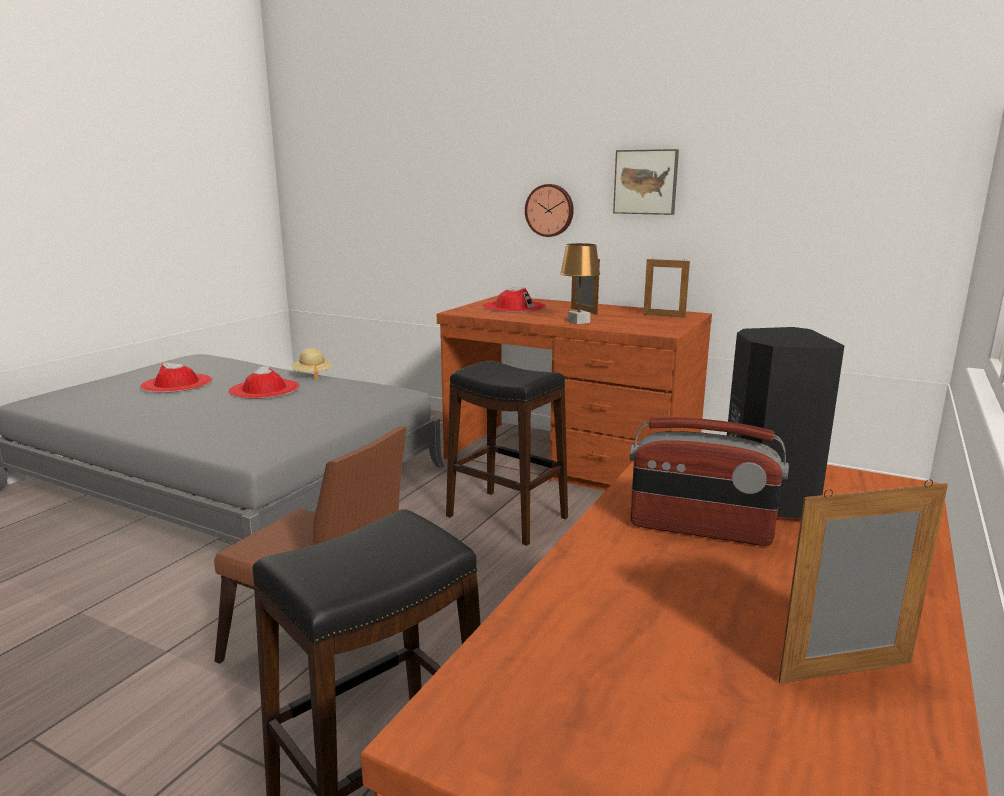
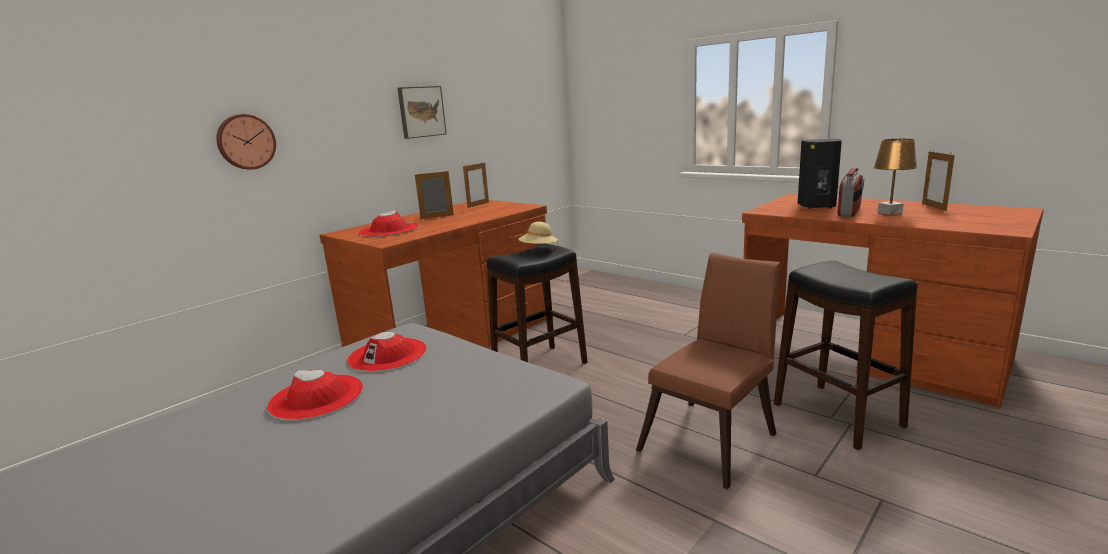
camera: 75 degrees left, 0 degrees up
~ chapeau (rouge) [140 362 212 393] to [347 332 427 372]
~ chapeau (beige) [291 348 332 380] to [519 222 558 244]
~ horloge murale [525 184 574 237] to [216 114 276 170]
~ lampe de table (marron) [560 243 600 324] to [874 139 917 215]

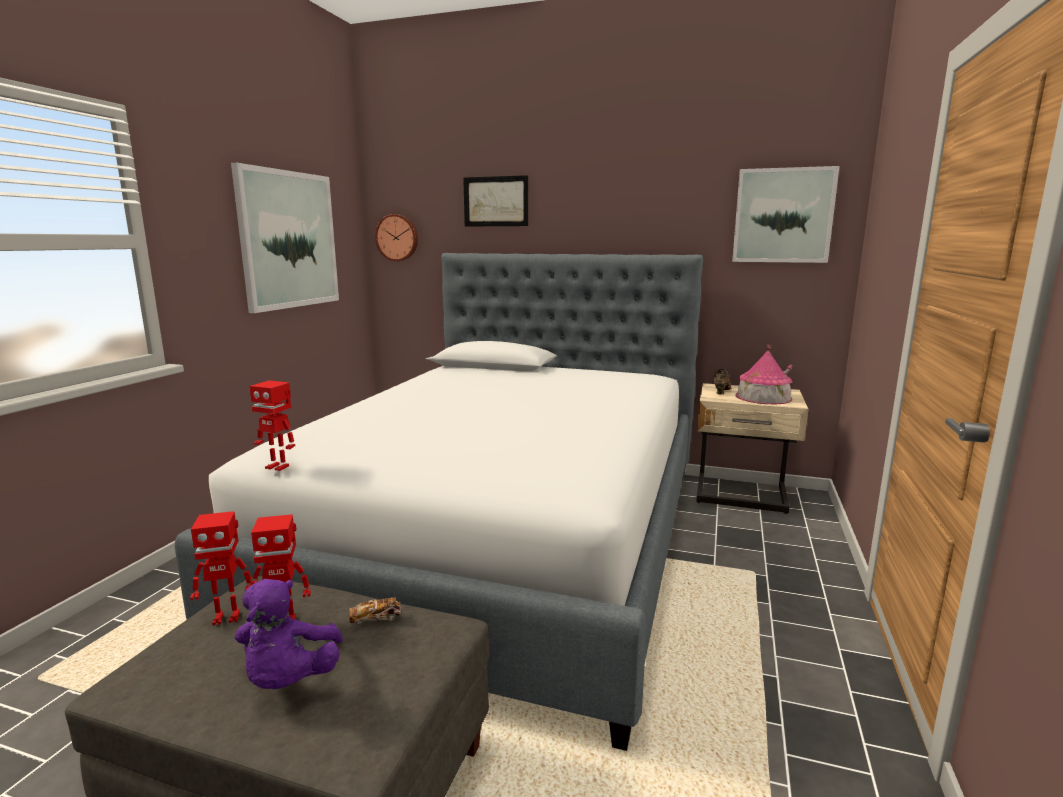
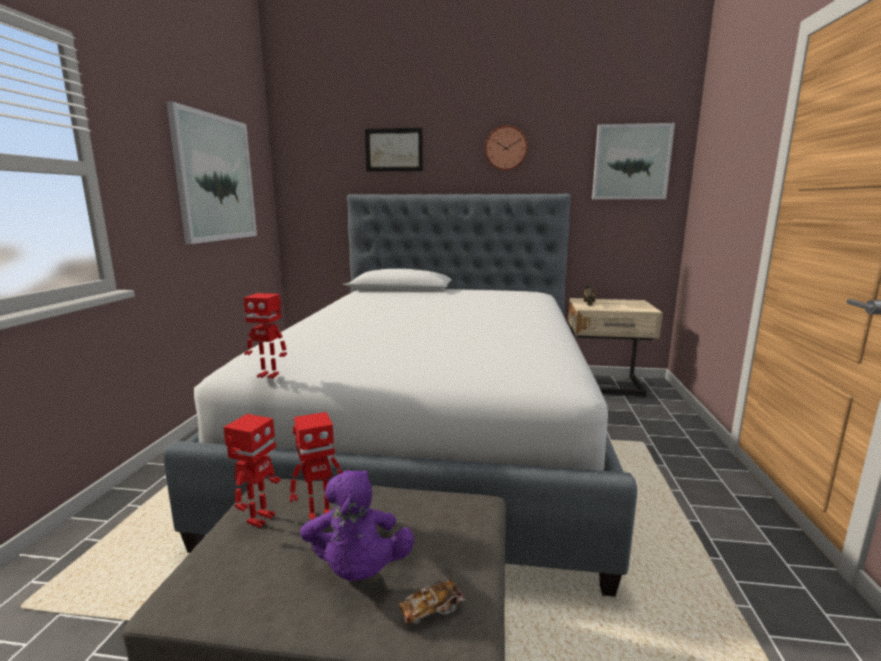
camera: 10 degrees left, 0 degrees up
~ robot jouet [190 511 252 625] = [223 414 281 528] 45 degrees counterclockwise
~ petite voiture [349 597 402 625] to [398 579 466 625]
~ horloge murale [375 214 418 261] to [485 125 528 171]
- maison miniature [735 345 792 404]

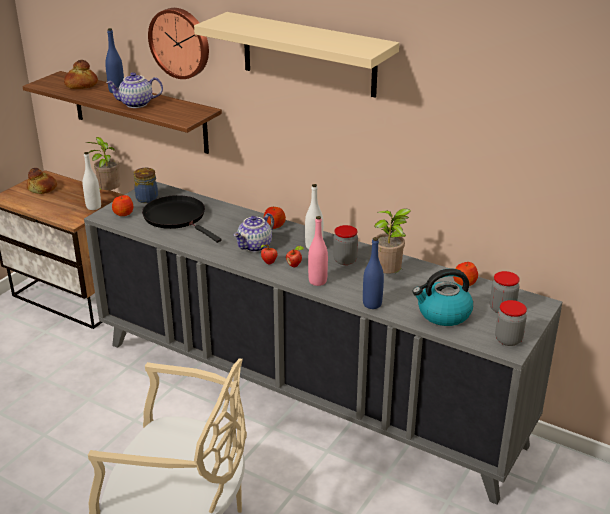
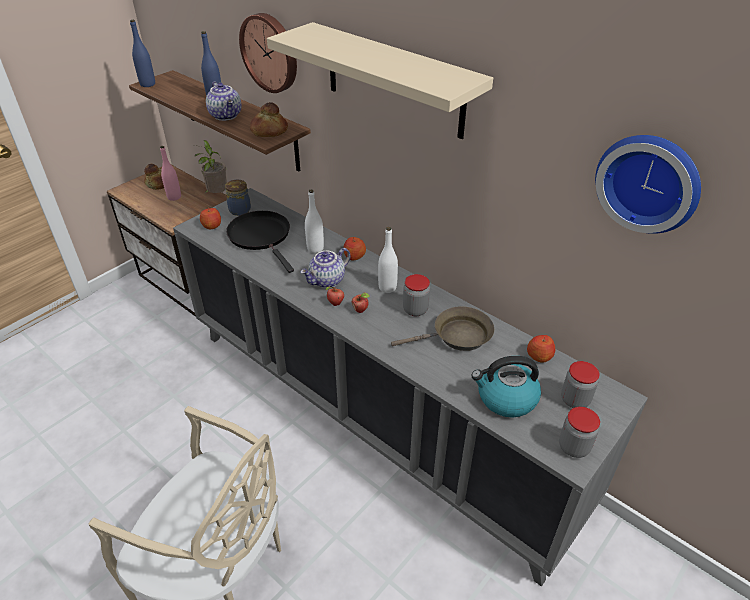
camera: 10 degrees right, 10 degrees up
~ pain [64 60 98 89] to [250 102 288 137]
~ bouteille (blanc) [83 152 101 210] to [305 190 324 253]
~ théière [106 72 163 108] = [206 82 241 121] 120 degrees counterclockwise
~ bouteille (rose) [308 216 328 286] to [160 146 181 201]
~ bouteille (bleu) [363 237 384 309] to [130 20 155 87]
~ plante en pot [374 209 411 274] to poêle (marron) [391 306 494 351]
+ horloge murale [595 135 701 234]

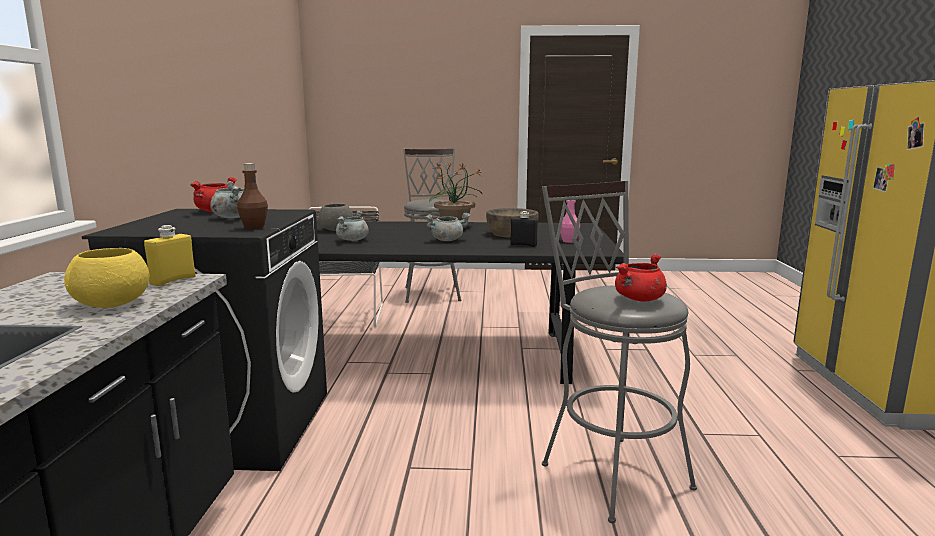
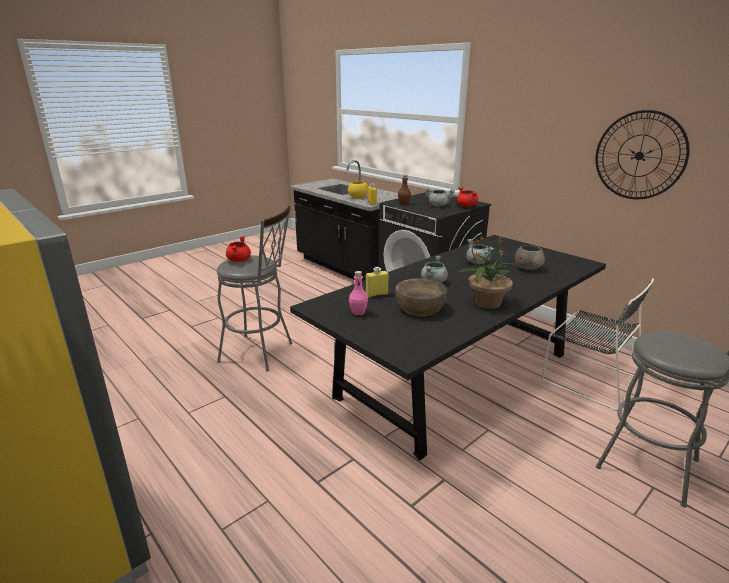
camera: 135 degrees right, 10 degrees up
~ bouteille (noir) [510 211 538 247] to bouteille (jaune) [366 267 389 297]
+ horloge murale [595 110 690 199]

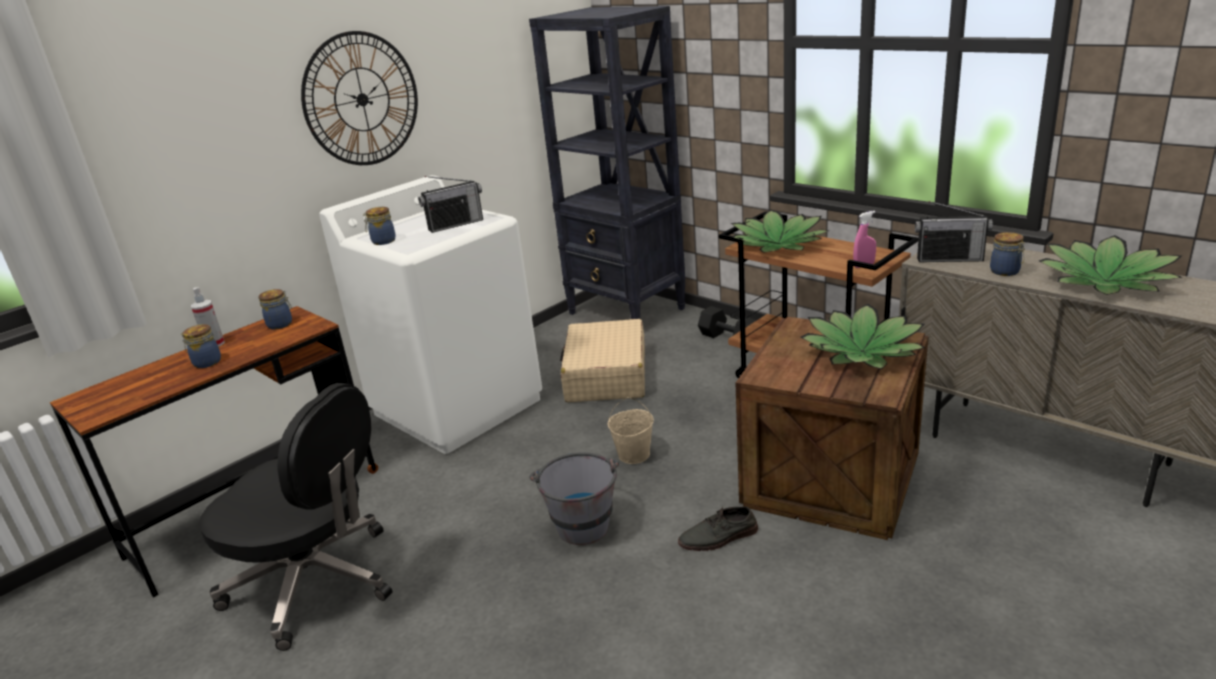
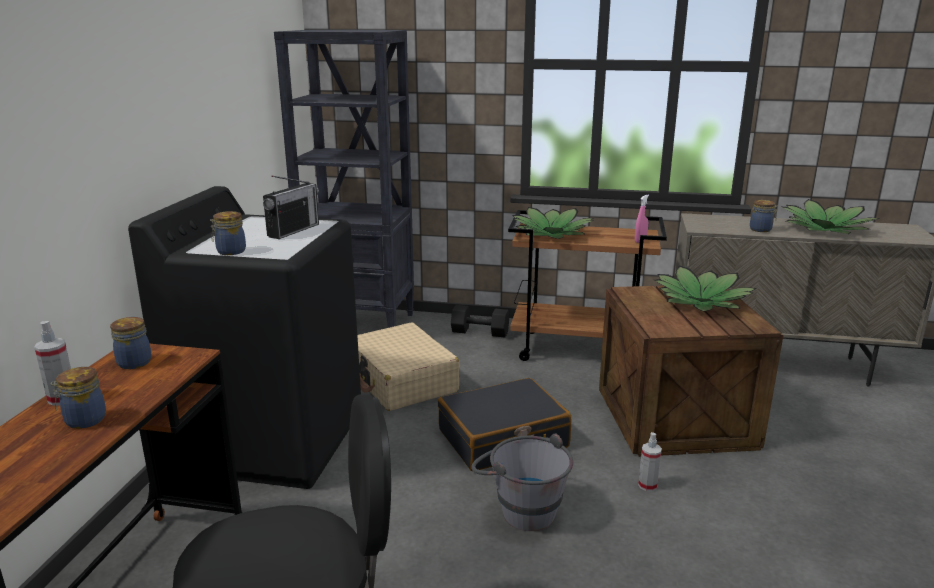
camera: 35 degrees left, 5 degrees down
- horloge murale [301 31 418 165]
~ lave-linge (blanc) [319 175 542 454] to lave-linge (noir) [128 186 361 489]
~ seau (beige) [608 397 654 464] to valise (noir) [438 378 571 471]
~ chaussure (gris) [678 506 758 551] to vaporisateur [638 432 662 491]
- radio [915 201 993 262]

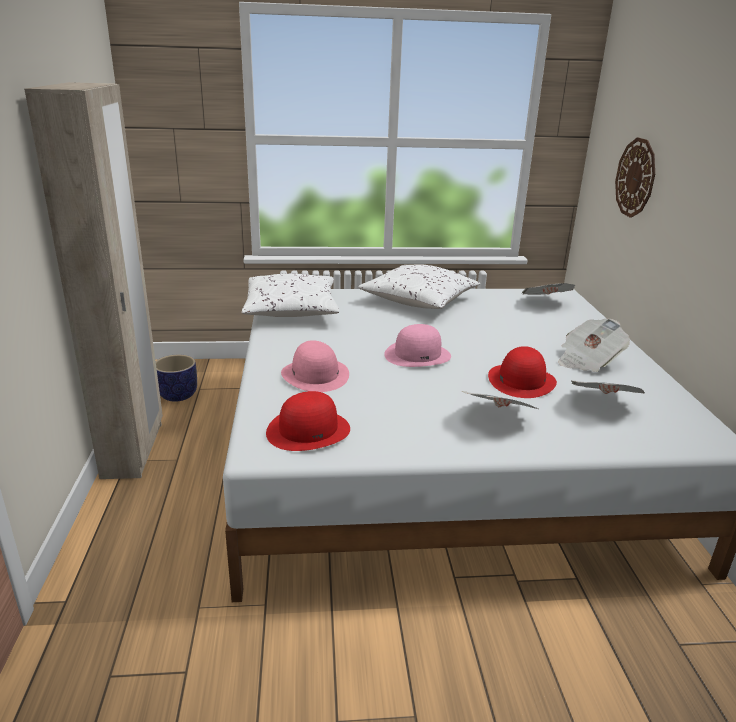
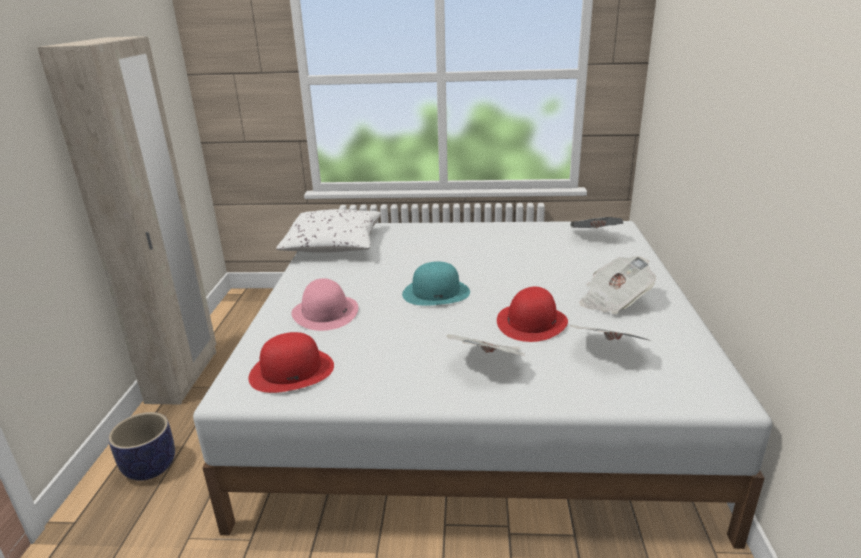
camera: 10 degrees right, 0 degrees up
~ cache-pot [156 355 197 402] to [108 412 175 481]
- coussin (blanc) [358 264 480 309]
~ chapeau (rose) [384 324 451 367] to chapeau (turquoise) [402 262 470 306]
- horloge murale [615 137 655 218]

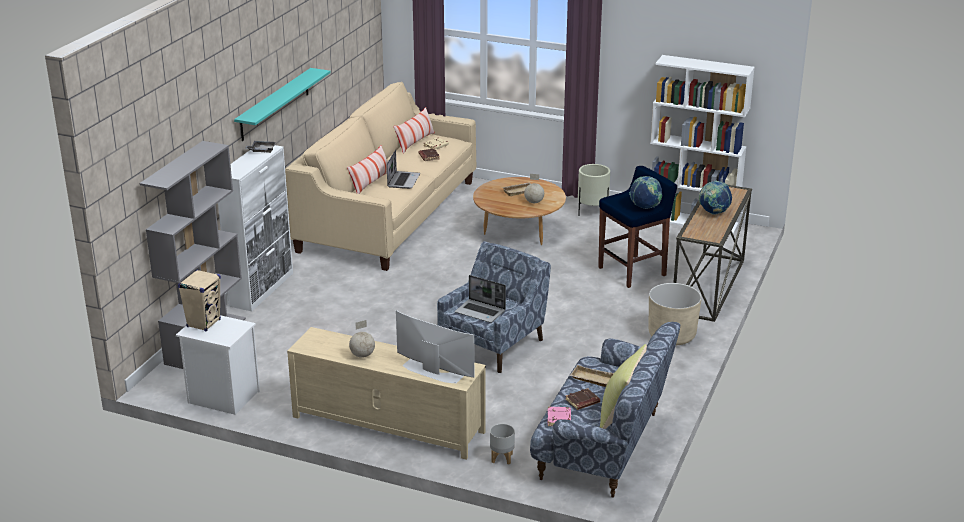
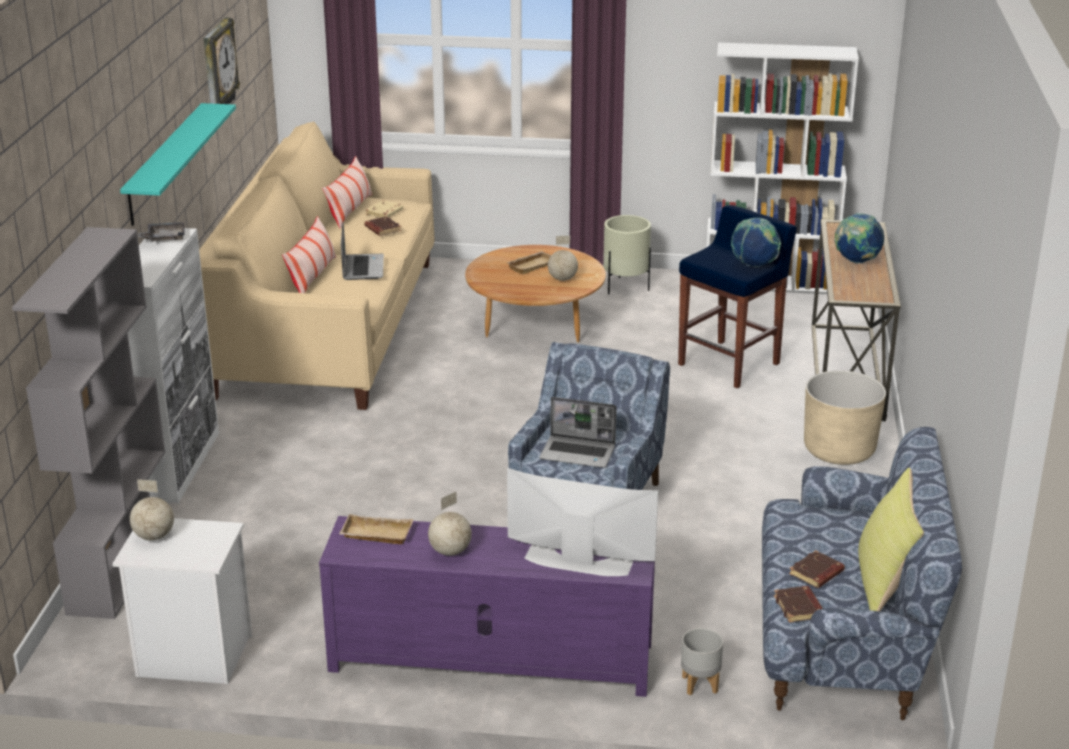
camera: 15 degrees left, 0 degrees up
~ enceinte (beige) [178 269 221 331] to globe [130 479 174 540]
~ meuble télé (beige) [287 327 486 460] to meuble télé (violet) [319 516 655 697]
~ livre (rose) [547 407 571 426] to livre (marron) [774 586 823 623]
~ plateau (beige) [569 365 614 387] to [339 514 413 544]
+ horloge murale [203 17 240 104]

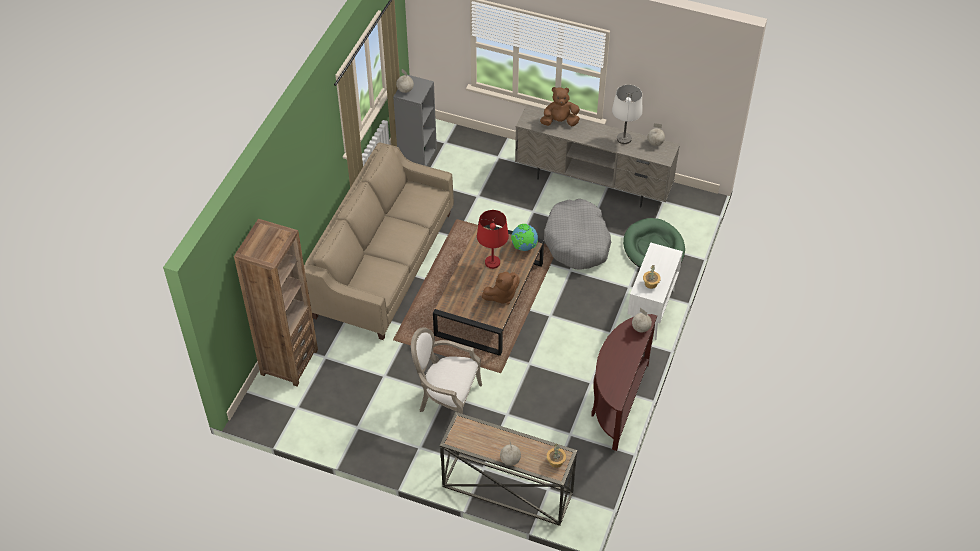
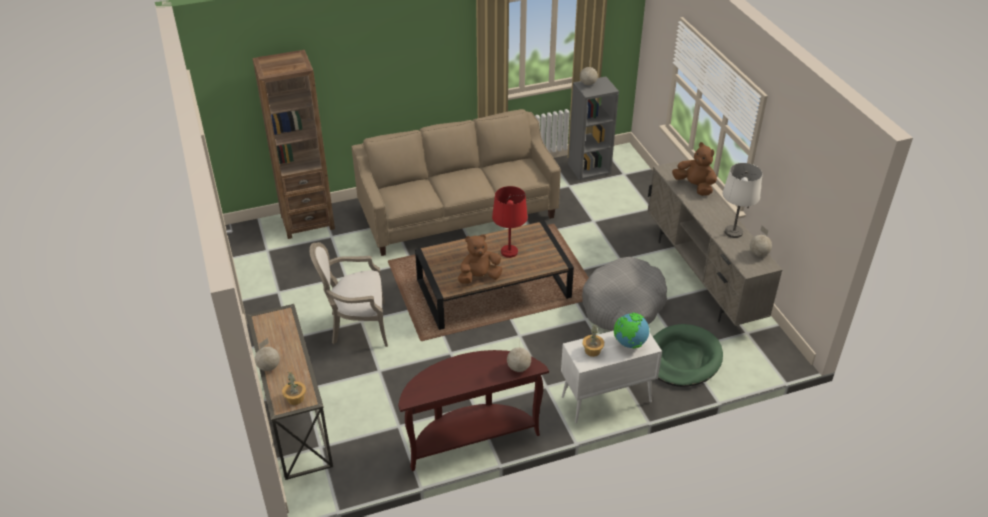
camera: 50 degrees right, 10 degrees down
~ fauteuil [411 327 482 414] = [309 242 388 347] 75 degrees counterclockwise
~ peluche (marron) [482 272 520 305] = [458 234 502 284] 135 degrees clockwise
~ globe [511 224 538 251] to [614 313 649 348]

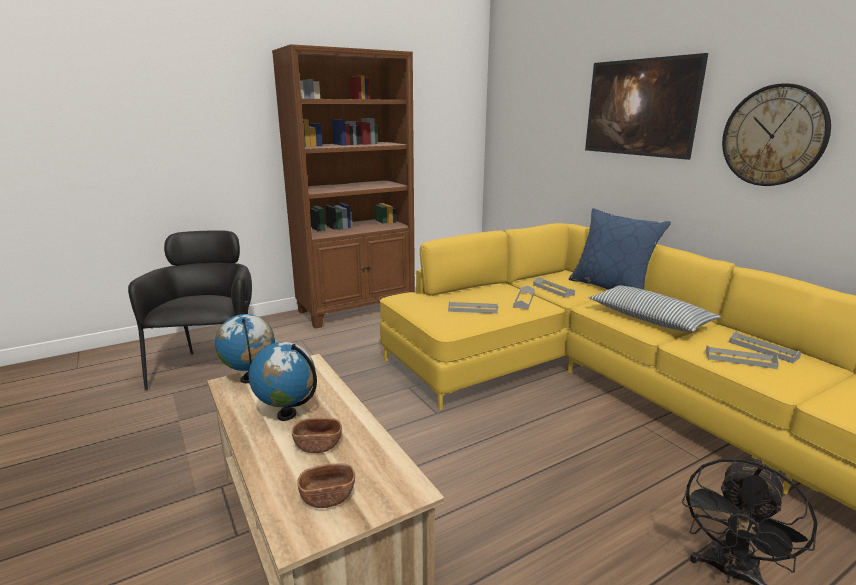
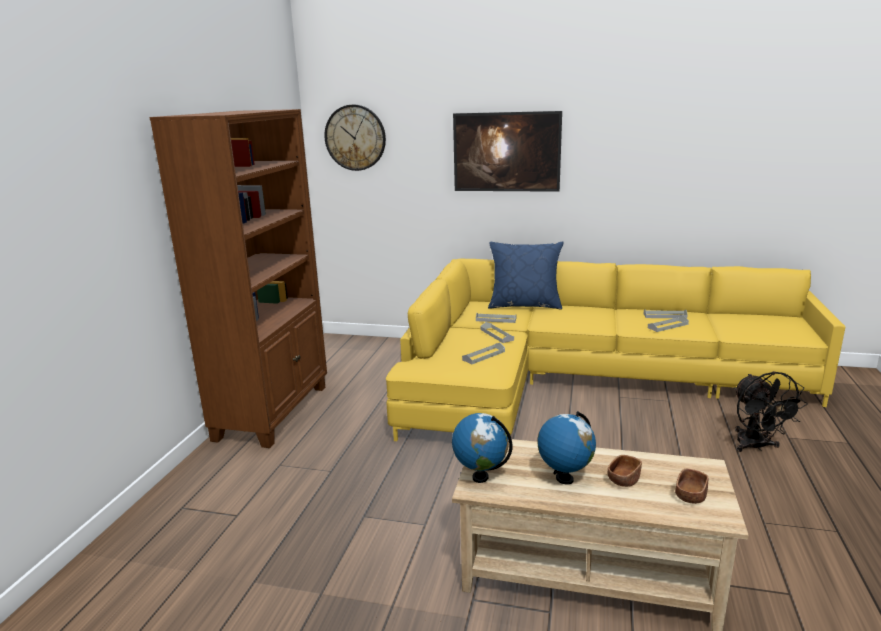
camera: 45 degrees left, 0 degrees up
- fauteuil (noir) [128 230 252 391]
- coussin [588 285 721 332]
~ horloge murale [722 83 831 186] to [324 105 386 171]

